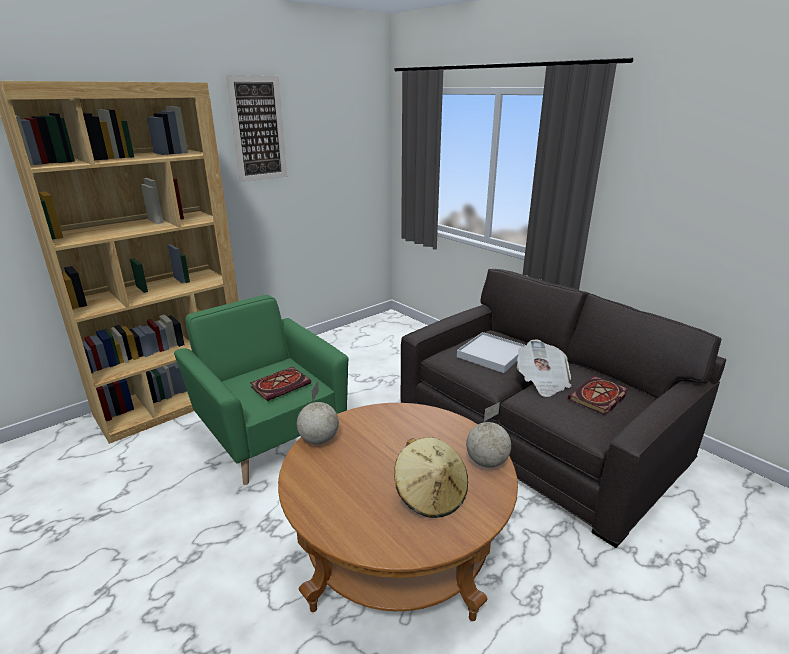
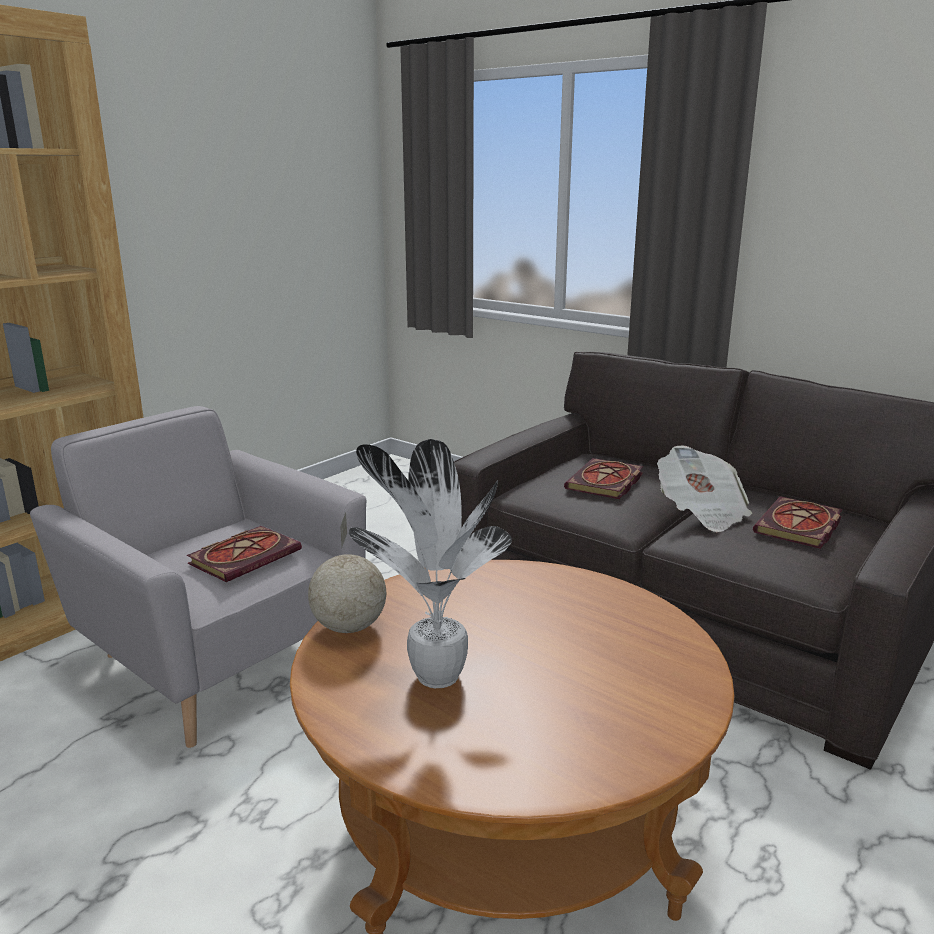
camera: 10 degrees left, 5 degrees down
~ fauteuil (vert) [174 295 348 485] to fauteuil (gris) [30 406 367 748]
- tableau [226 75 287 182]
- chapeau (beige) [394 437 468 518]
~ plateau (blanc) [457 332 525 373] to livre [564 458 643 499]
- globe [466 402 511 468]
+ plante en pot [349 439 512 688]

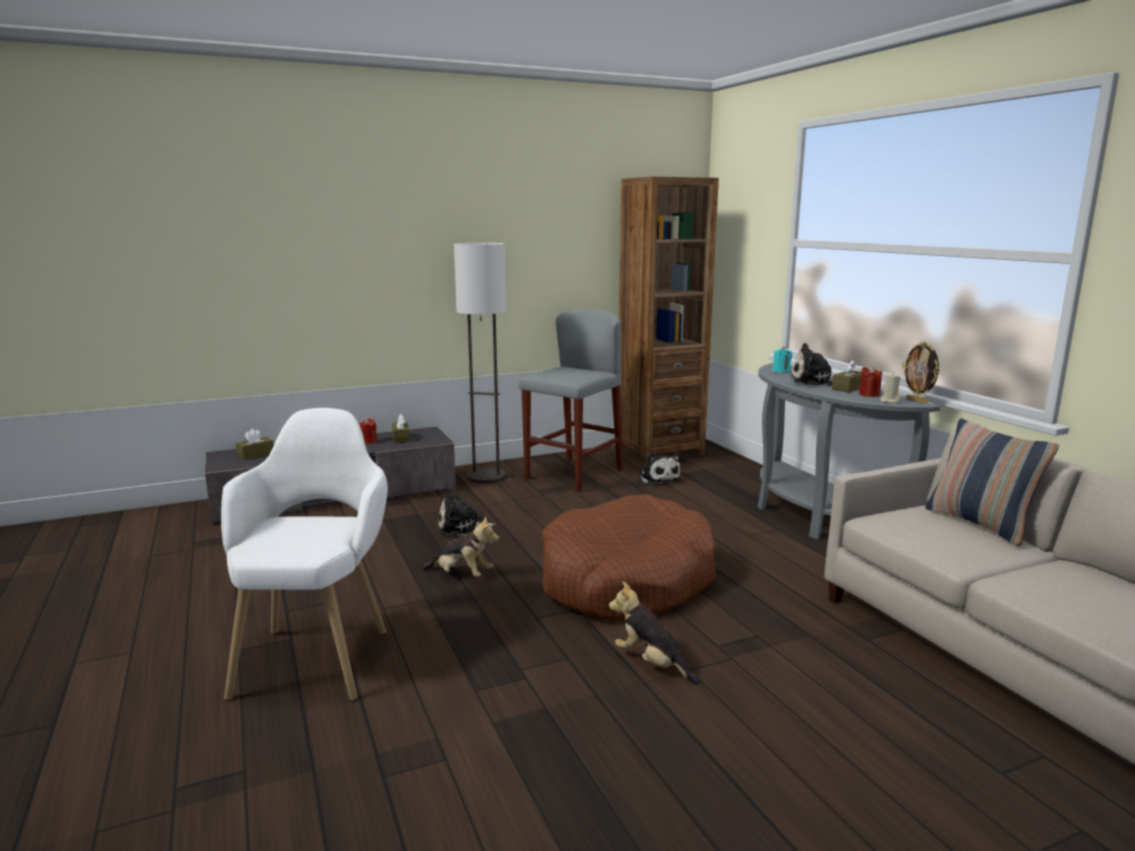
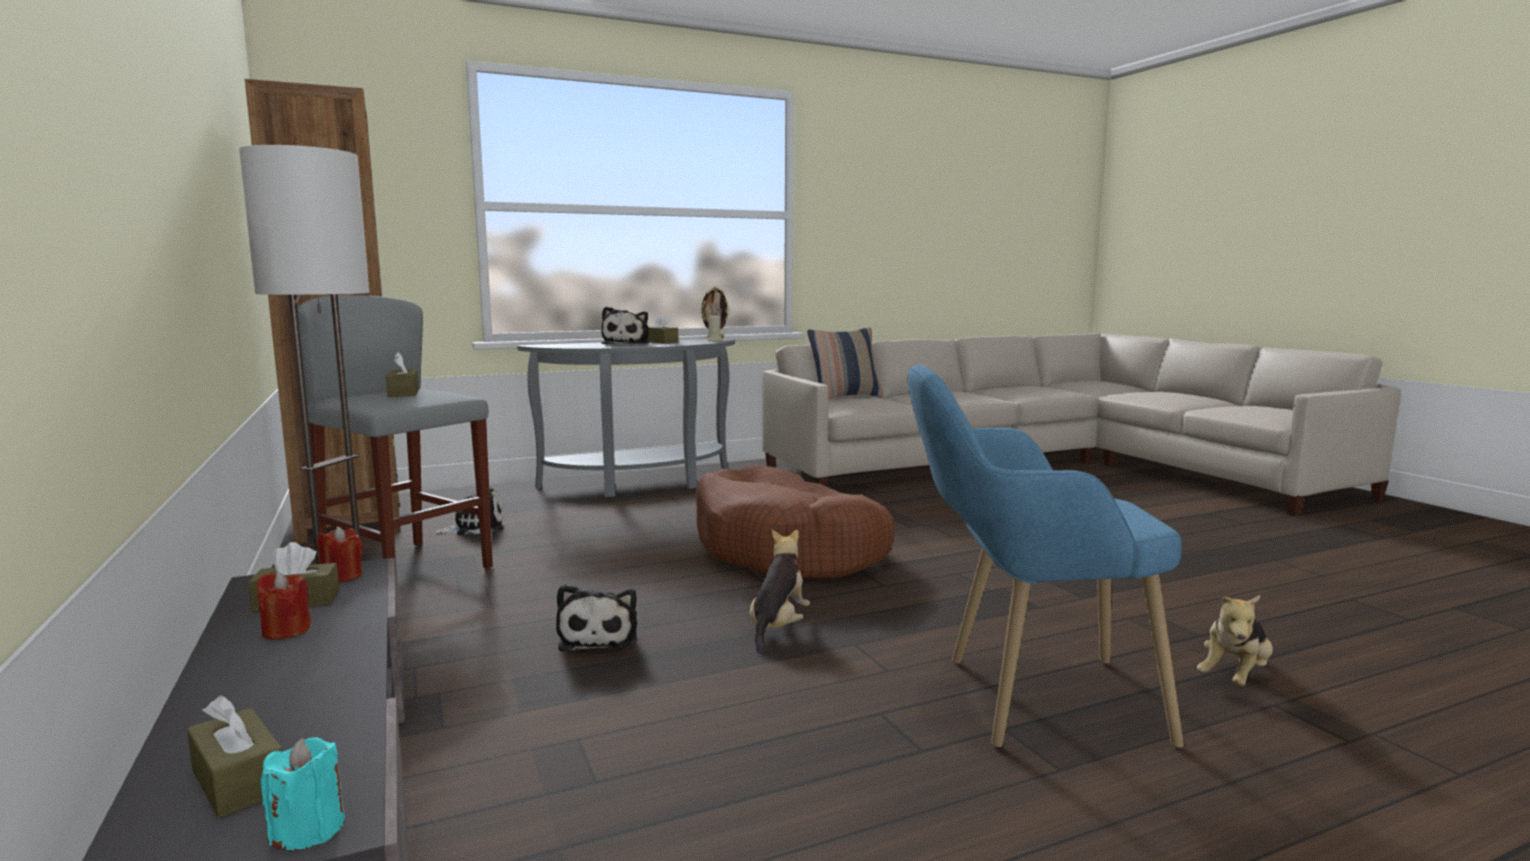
camera: 90 degrees left, 5 degrees down
~ fauteuil (blanc) [221 408 388 700] to fauteuil (bleu) [907 365 1184 749]
~ peluche [609 581 700 684] to [1197 595 1273 686]
~ bougie (turquoise) [772 347 792 373] to [261 737 345 850]
~ bougie (rouge) [859 366 882 397] to [318 526 363 583]
+ boîte à mouchoirs (marron) [386 352 419 397]

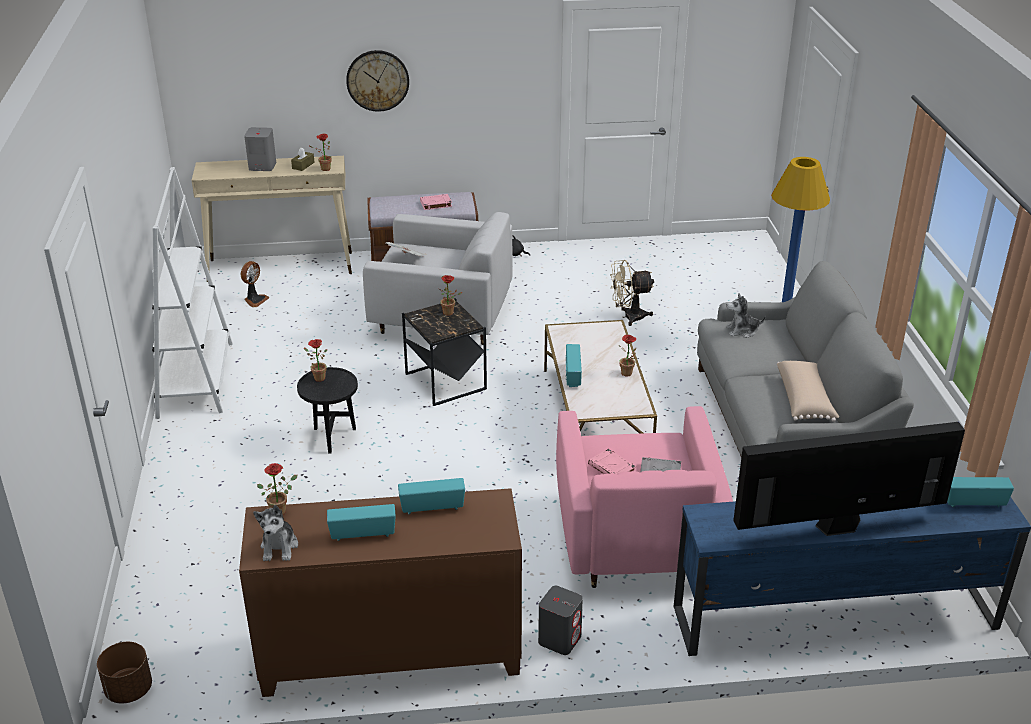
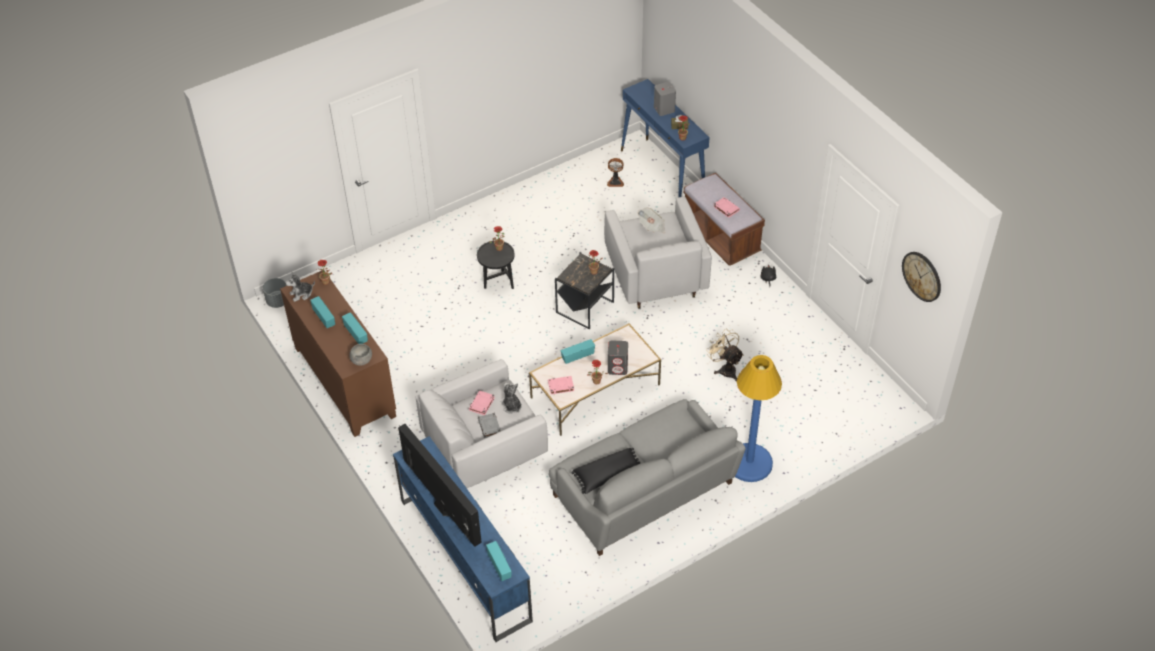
camera: 65 degrees right, 15 degrees up
~ cache-pot (marron) [97 642 152 703] to cache-pot (gris) [263 278 287 308]
- bibliothèque (blanc) [152 167 233 419]
~ table console (beige) [191 156 352 282] to table console (bleu) [621 79 710 198]
~ horloge murale [346 50 409 112] to [902 252 941 302]
~ enceinte (gris) [538 586 583 655] to [608 340 628 375]
~ fauteuil (rose) [556 406 733 588] to fauteuil (blanc) [416 359 548 488]
~ peluche [726 293 766 338] to [501 383 522 414]
~ coussin (beige) [777 361 839 422] to coussin (noir) [571 448 641 494]
+ bol (gris) [349 344 372 366]
+ livre (rose) [548 376 574 394]

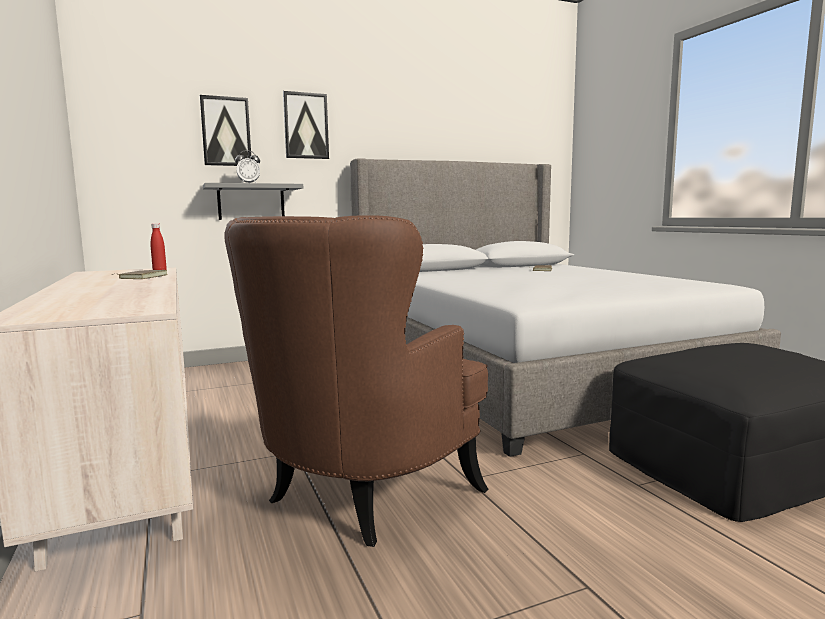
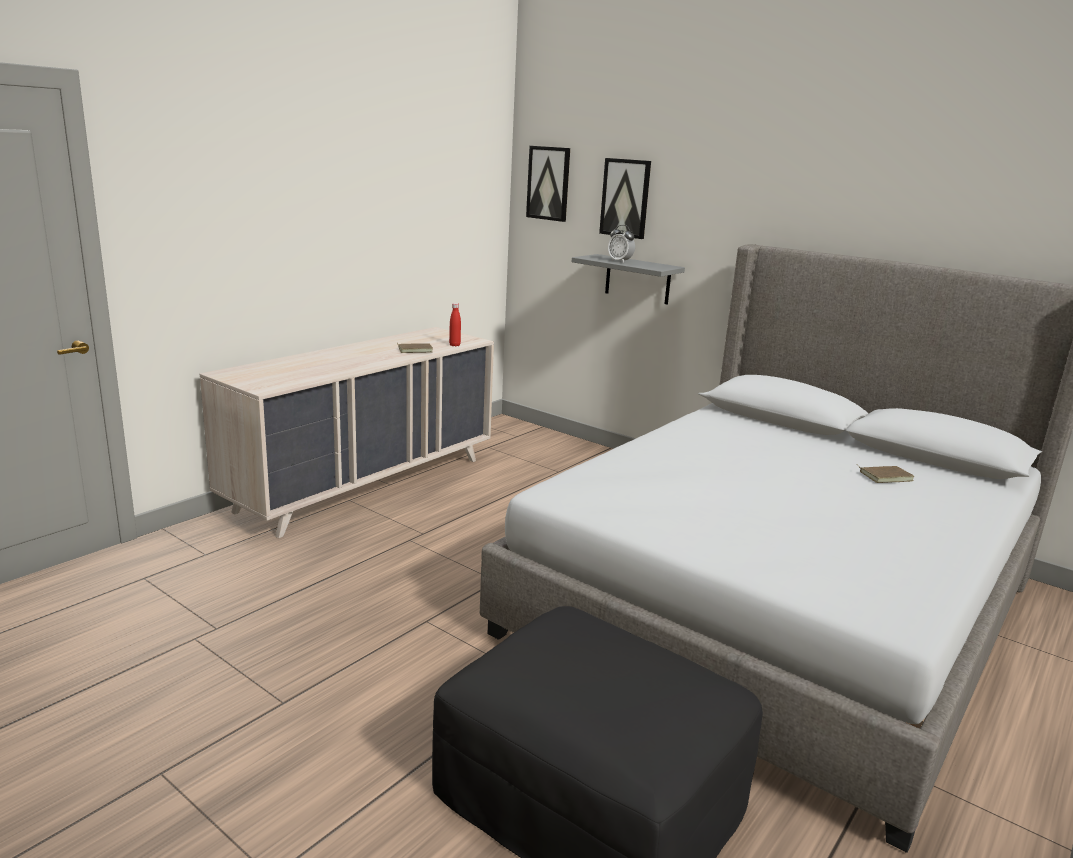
camera: 60 degrees right, 10 degrees up
- fauteuil (marron) [224 215 489 547]
~ tableau [283 91 329 159] to [526 146 570 222]

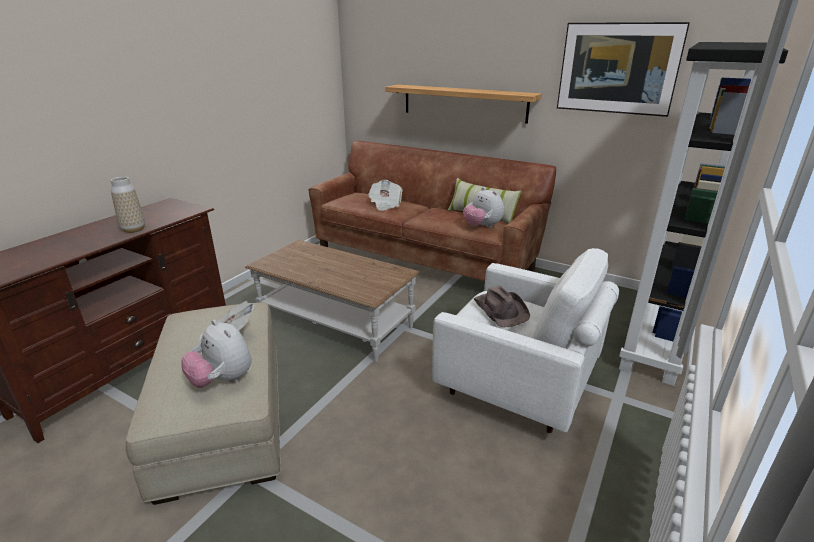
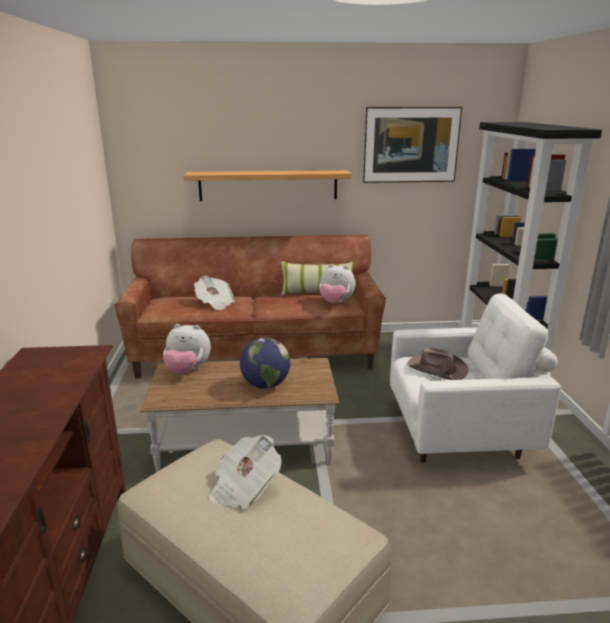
camera: 35 degrees left, 5 degrees down
- vase [111 177 145 233]
~ peluche [181 320 252 388] to [163 324 211 374]
+ globe [240 338 290 389]

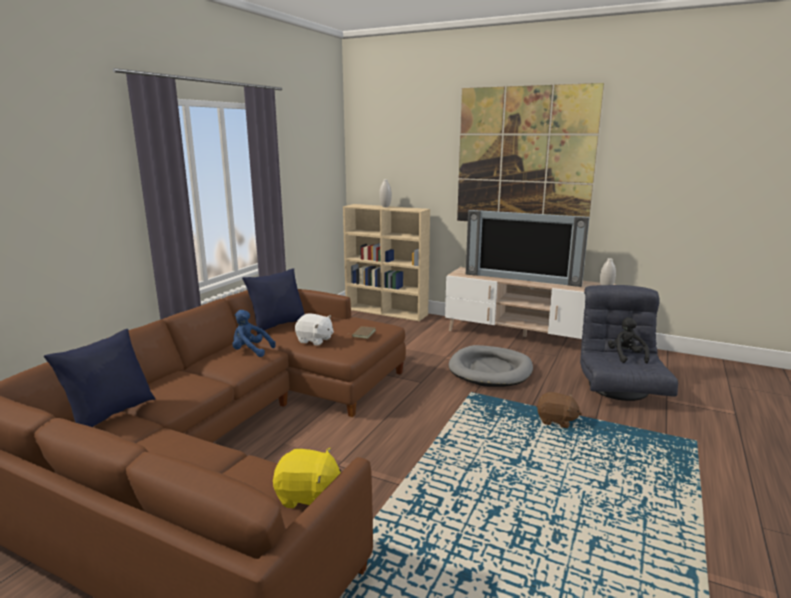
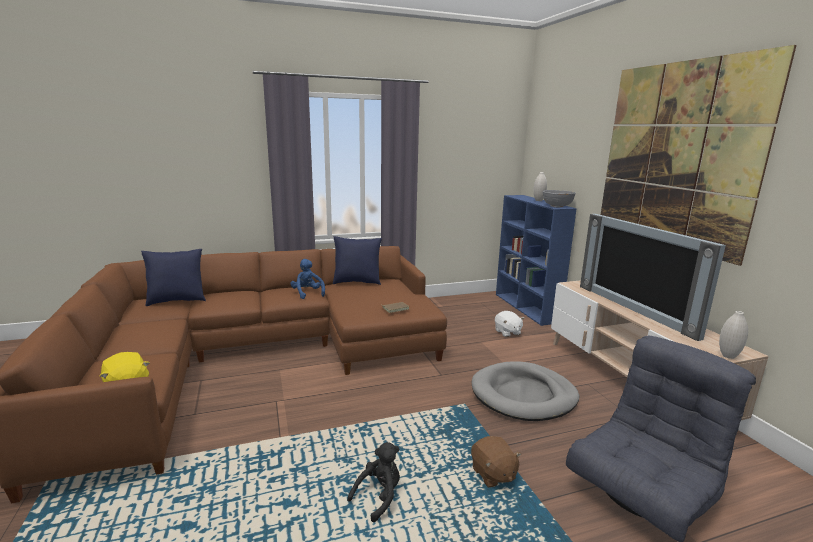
camera: 45 degrees right, 0 degrees up
~ peluche (blanc) [295 314 334 346] to [495 311 524 337]
~ bibliothèque (beige) [343 204 430 321] to bibliothèque (bleu) [496 195 577 326]
~ peluche (noir) [608 317 650 363] to [347 442 400 522]
+ bol (gris) [542 190 576 207]

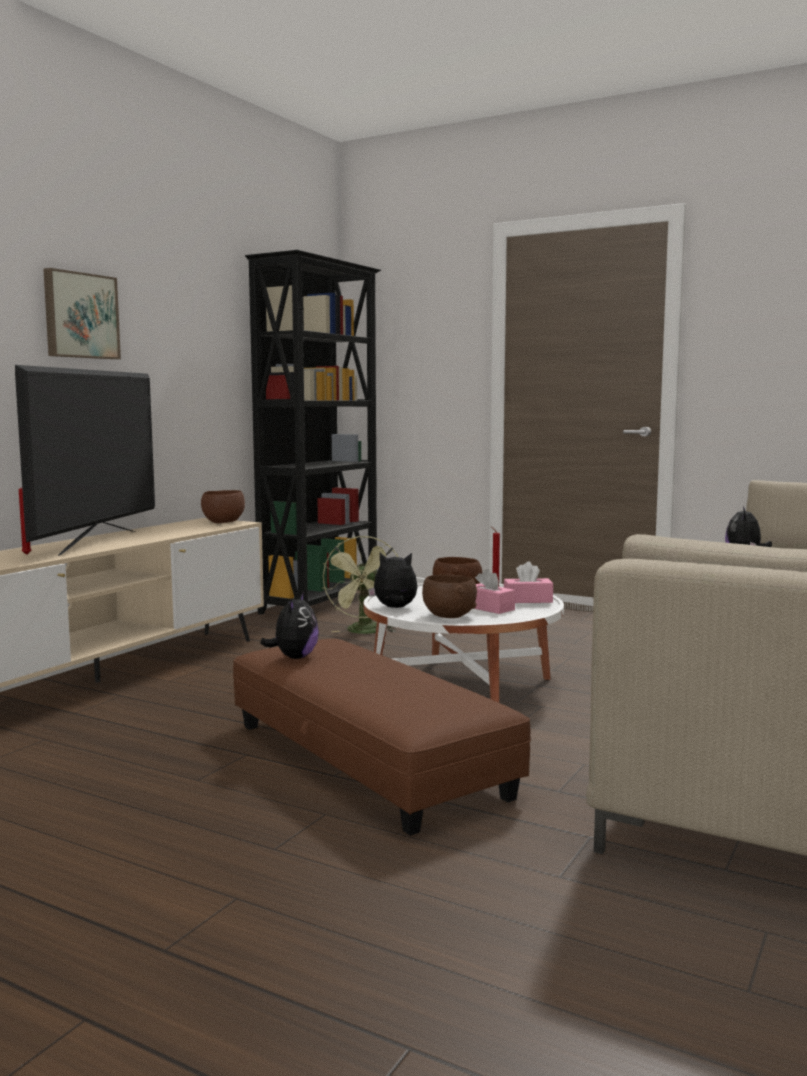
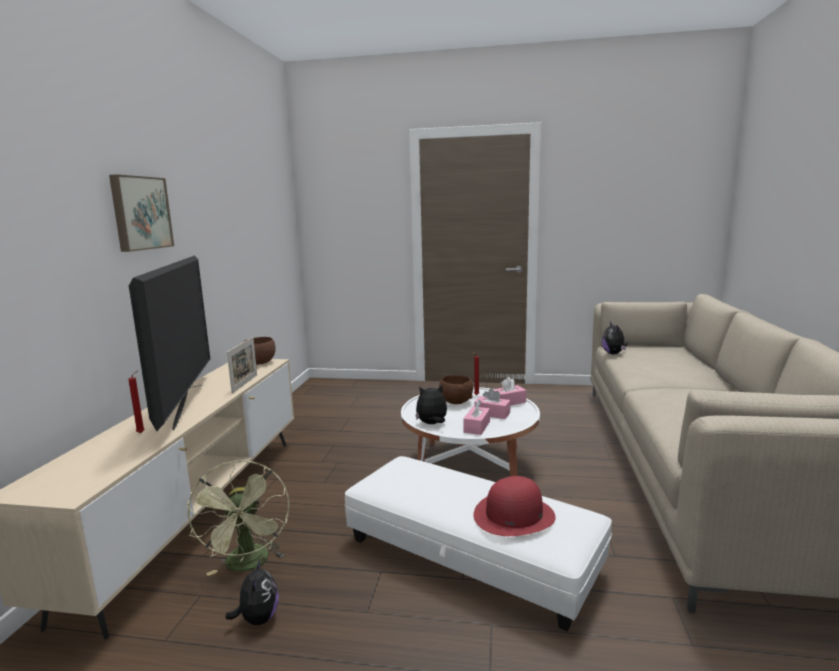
camera: 20 degrees left, 5 degrees up
~ pouf (marron) [233 639 531 836] to pouf (blanc) [345 456 612 632]
- bibliothèque (noir) [245 250 381 615]
~ peluche [260 592 319 659] to [225 559 279 625]
~ ventilateur (vert) [322 536 398 634] to [186 460 289 576]
~ bol (marron) [422 574 477 618] to boîte à mouchoirs (rose) [463 400 490 435]
+ cadre photo [227 337 257 394]
+ chapeau (rouge) [474 476 556 536]

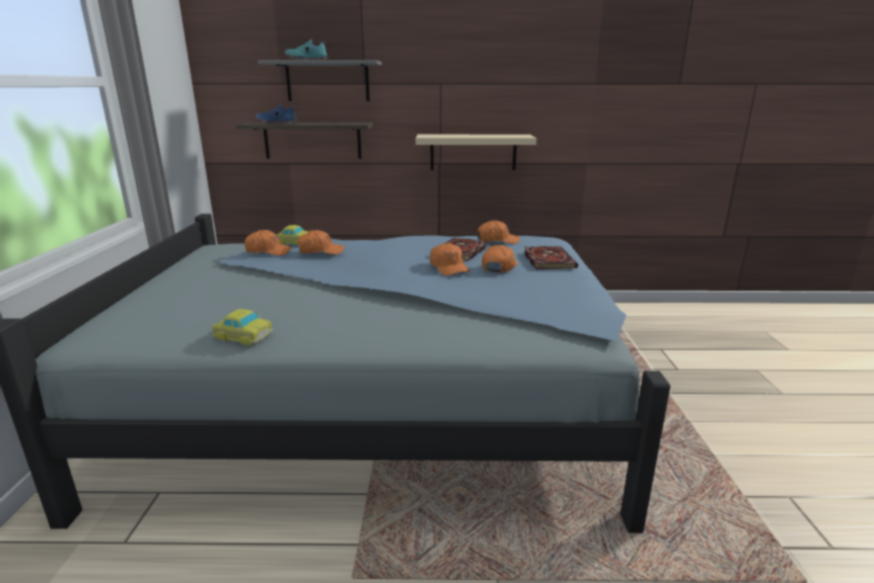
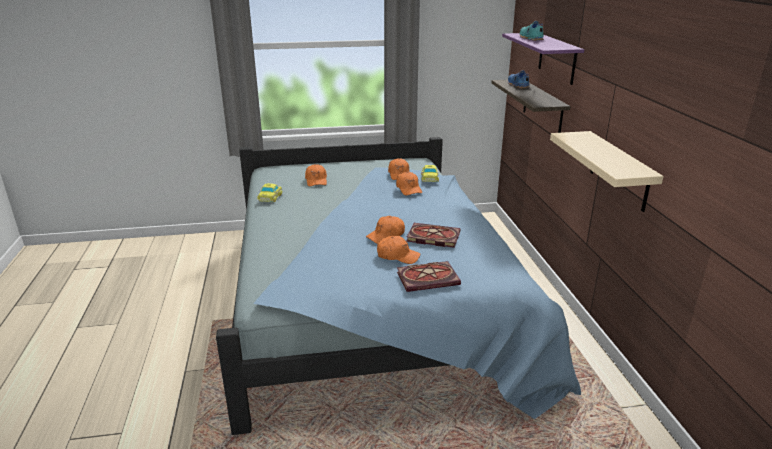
camera: 80 degrees right, 5 degrees up
~ étagère (gris) [258 60 382 101] to étagère (violet) [502 33 584 85]
~ casquette (orange) [478 220 520 244] to [305 164 327 186]

